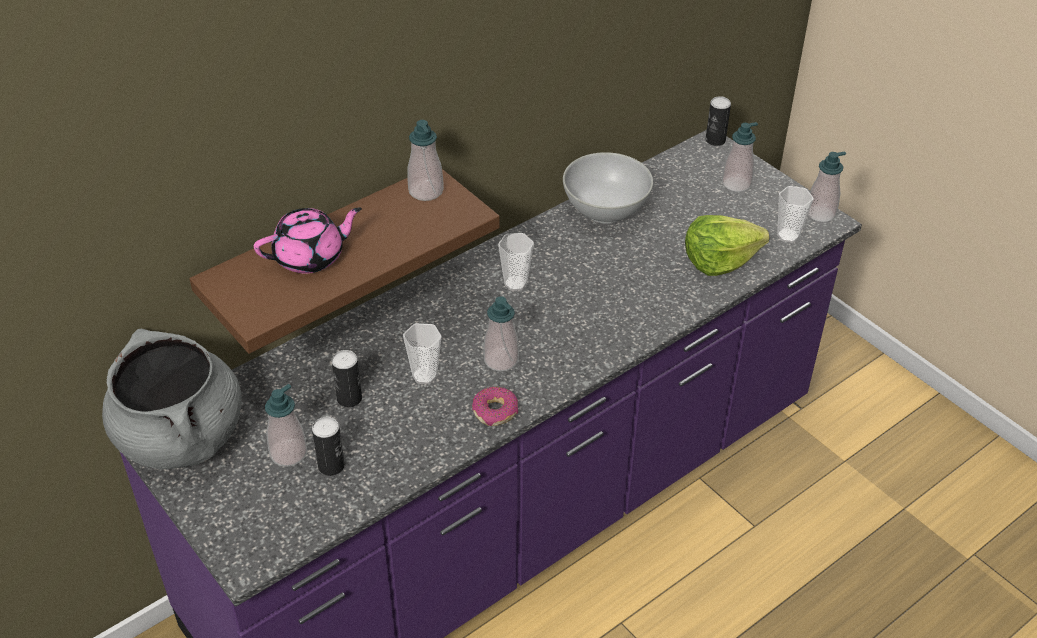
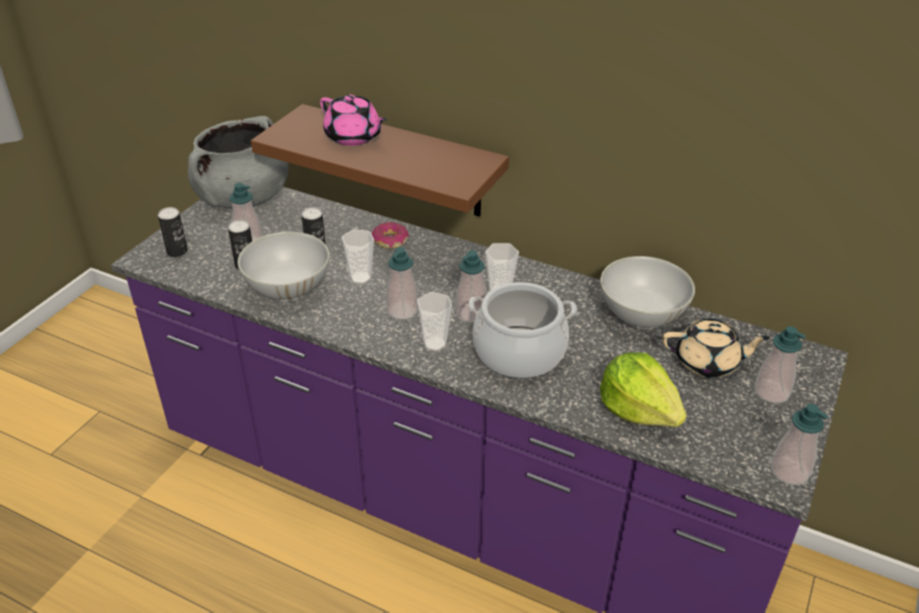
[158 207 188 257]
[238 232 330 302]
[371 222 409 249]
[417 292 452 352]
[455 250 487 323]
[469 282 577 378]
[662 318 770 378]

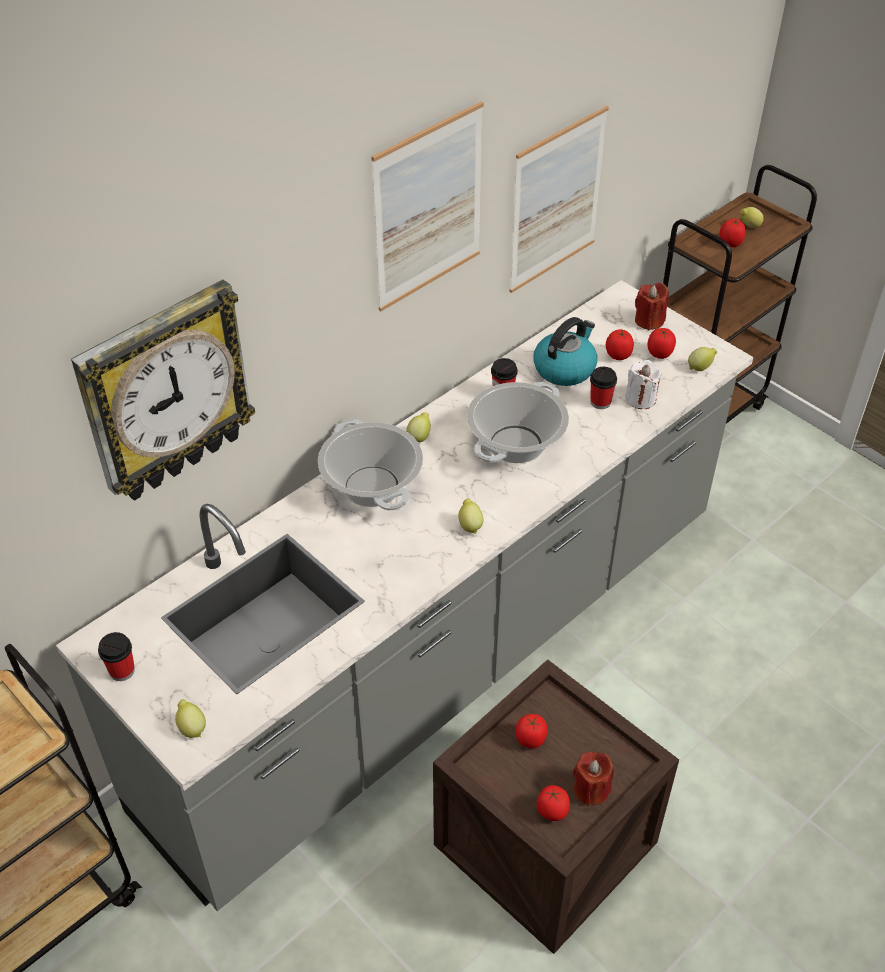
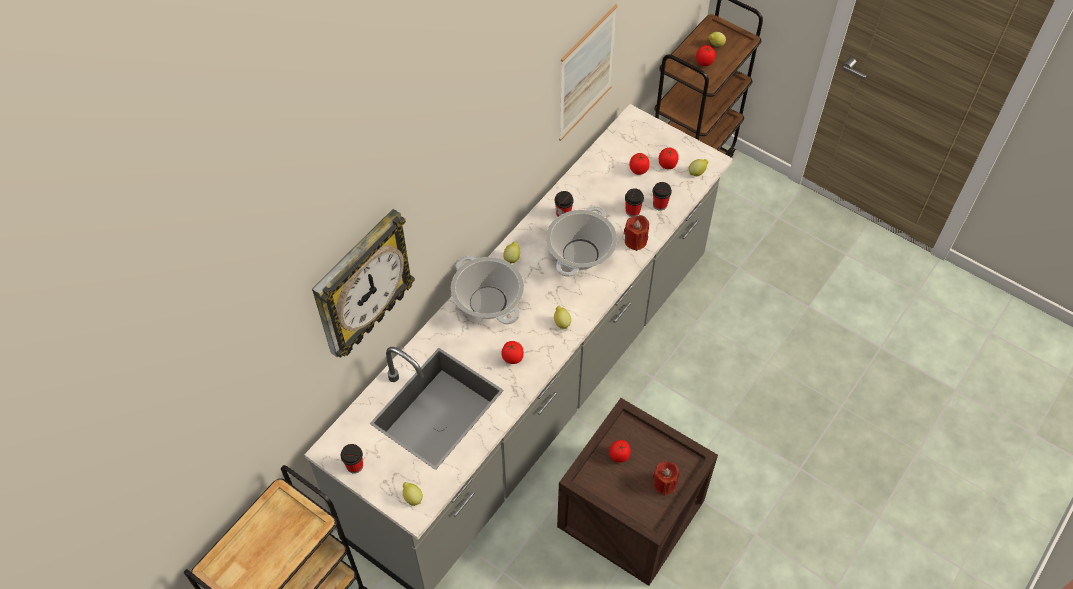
[501 341 524 364]
[624 215 649 251]
[653 182 672 211]
[371 101 484 311] (first image)
[533 317 597 386] (first image)

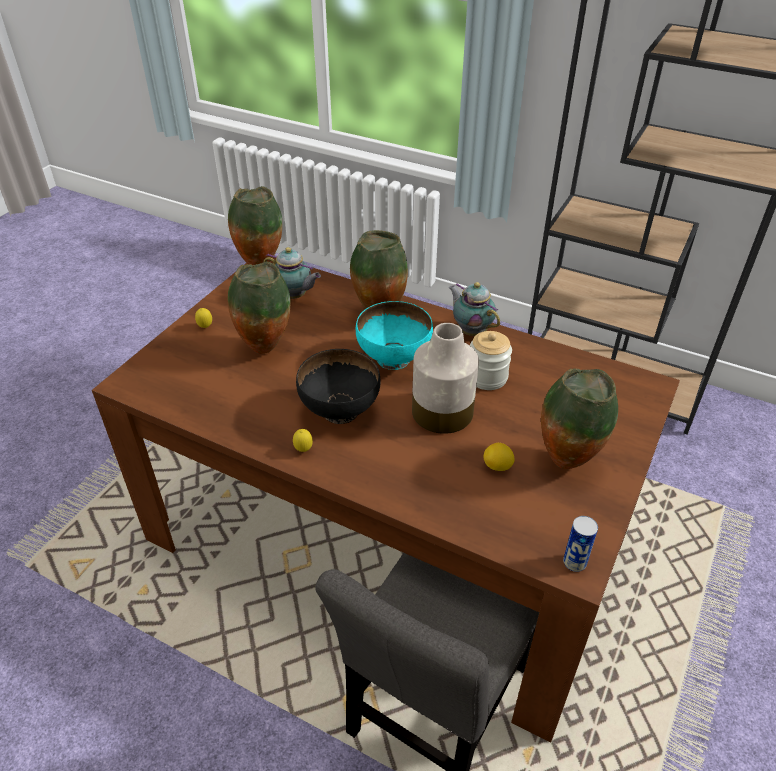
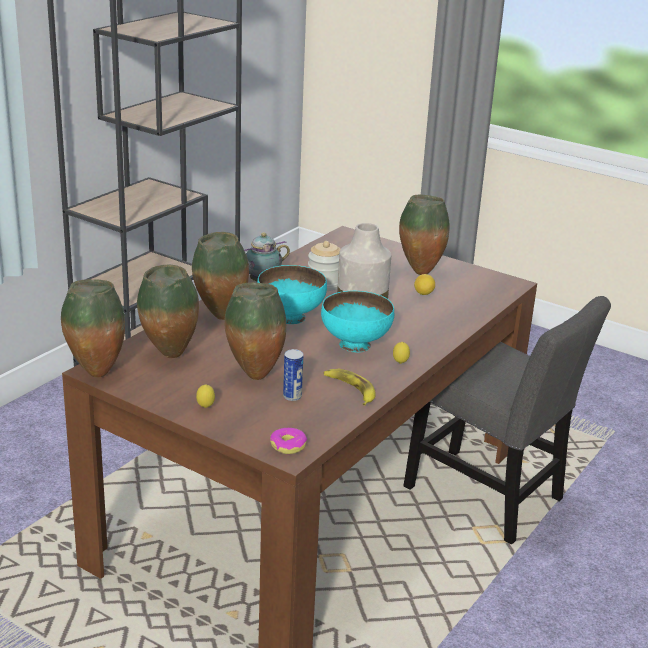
[137 265 199 358]
[270 428 307 454]
[283 349 304 401]
[321 291 394 352]
[324 369 376 406]

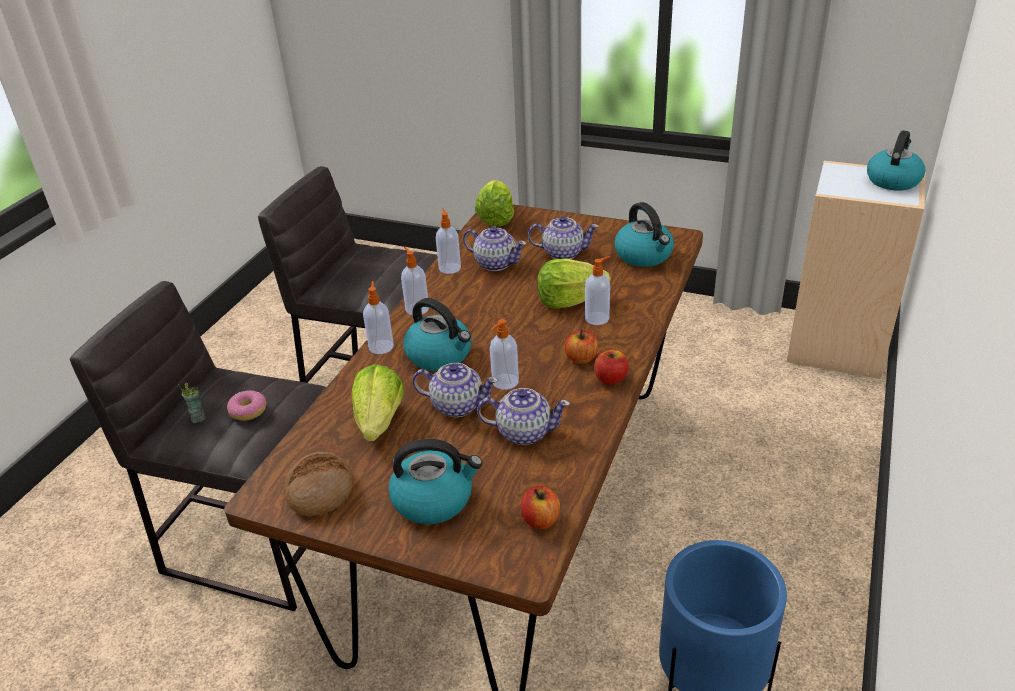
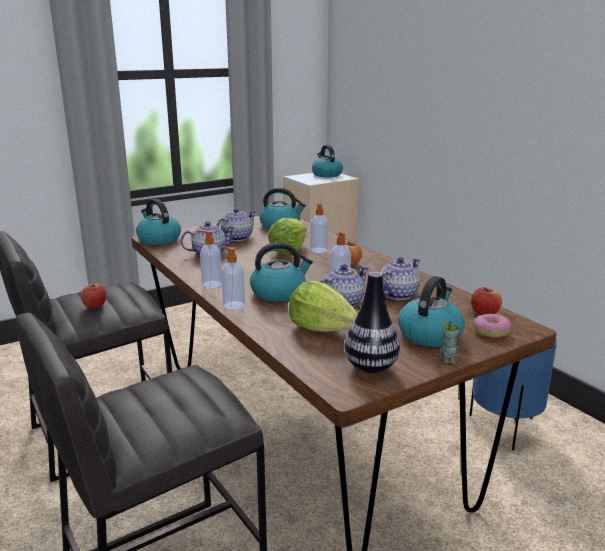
[81 284 106 309]
[136 199 181 245]
[345 272 400 373]
[441 321 461 363]
[473 314 511 338]
[436 208 461 274] (first image)

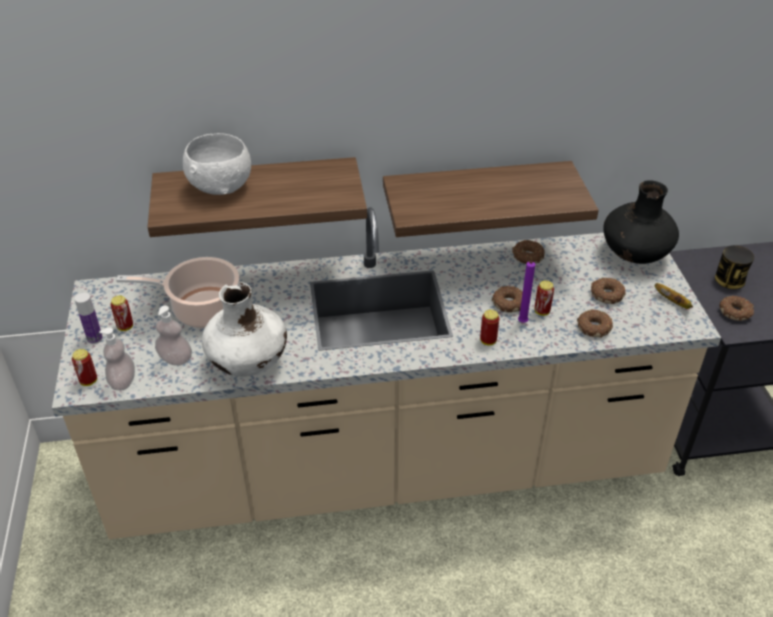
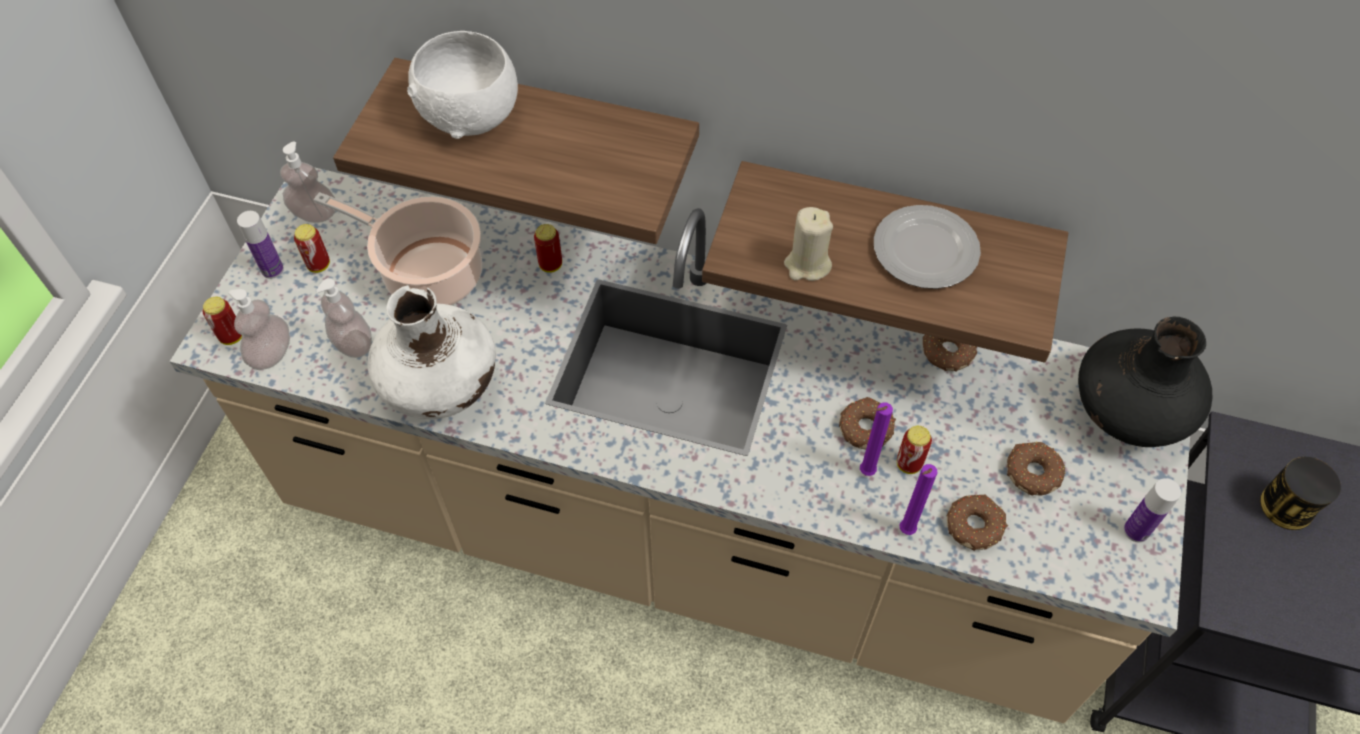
[280 141 336 223]
[534 224 562 273]
[784 207 833 281]
[874 205 981 289]
[900 464 937 535]
[1124 478 1181 542]
[719 296 754 321] (first image)

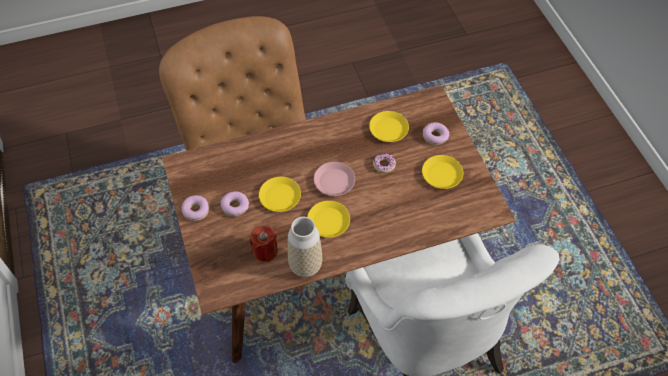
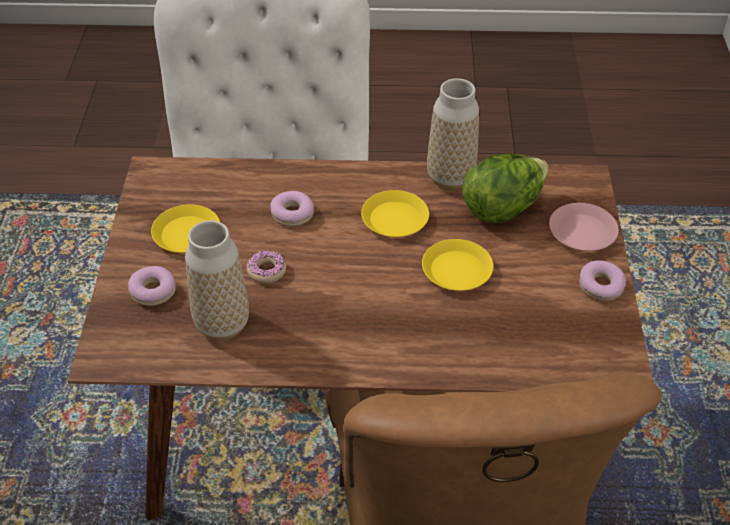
[185 220 249 340]
[270 191 314 226]
[462 154 548 223]
[549 203 619 251]

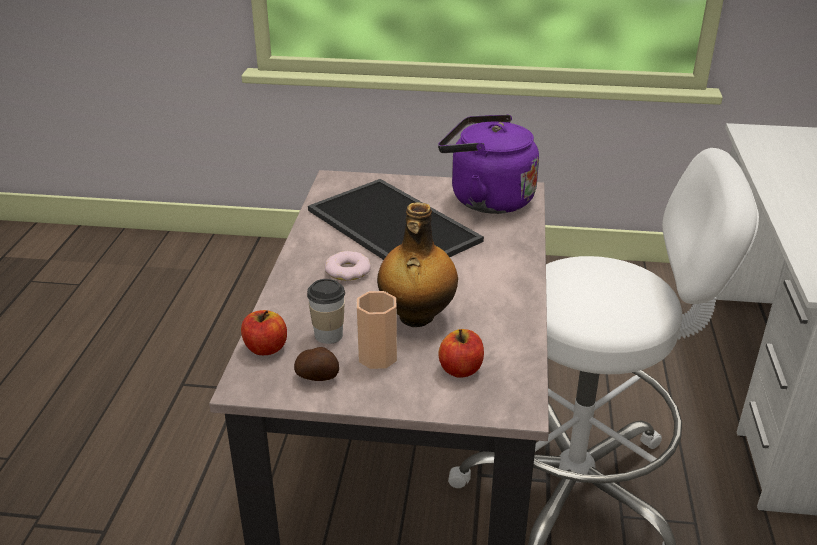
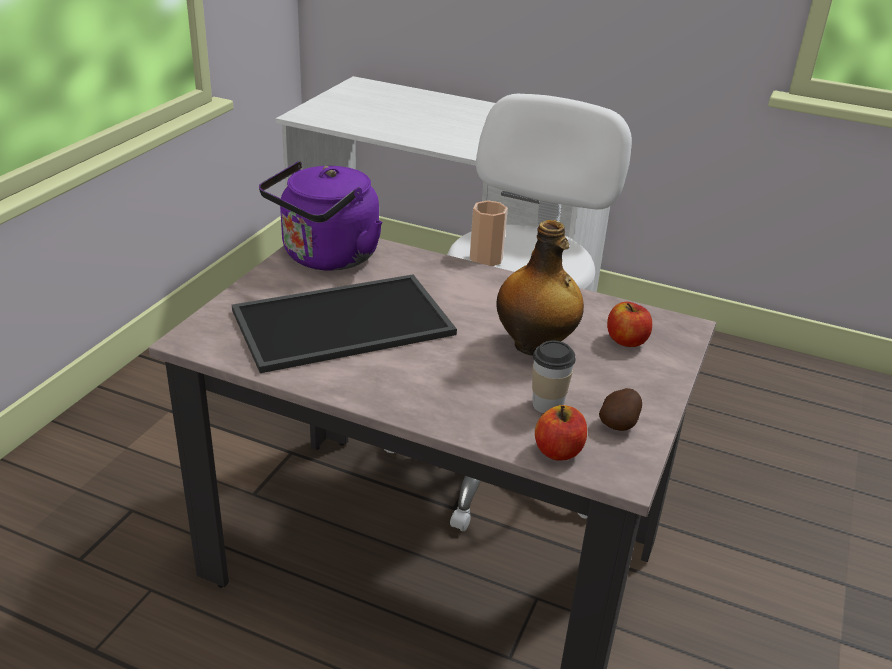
[470 200 508 266]
[325 251 371 281] (first image)

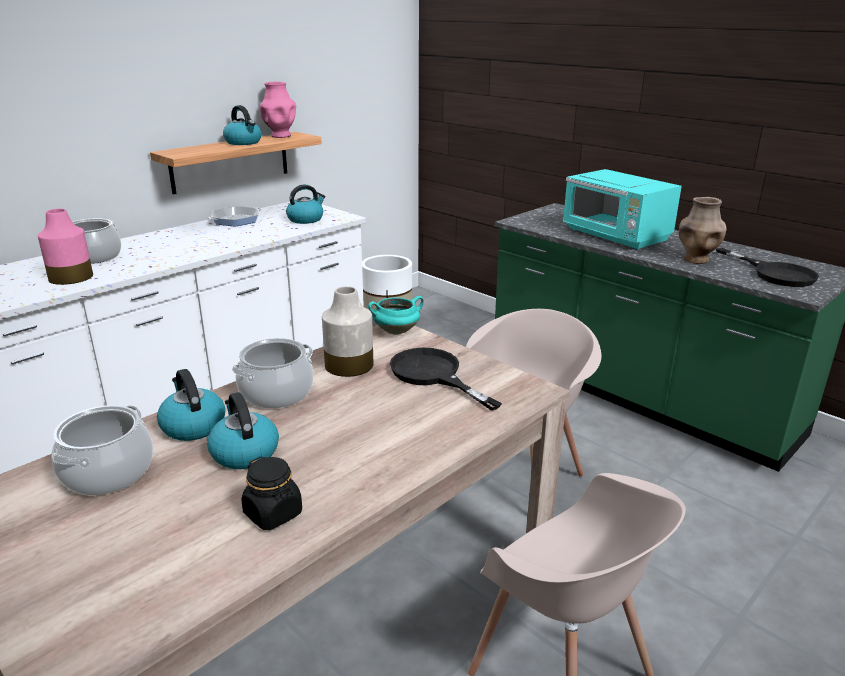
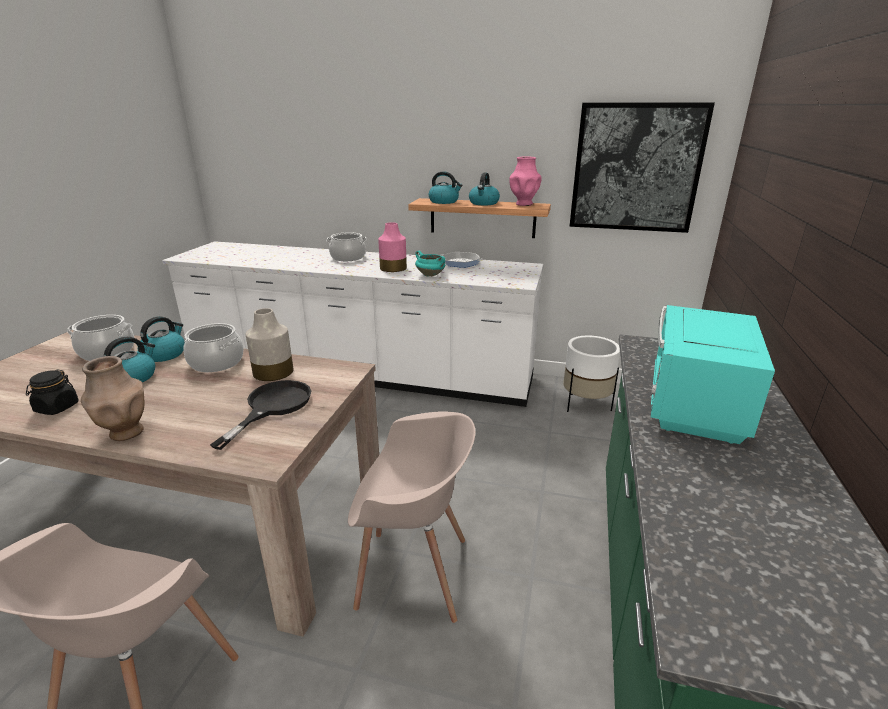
[81 356 145 441]
[378 222 407 272]
[415 251 445 277]
[429 171 463 204]
[570 102 715 233]
[716 248 819 287] (first image)

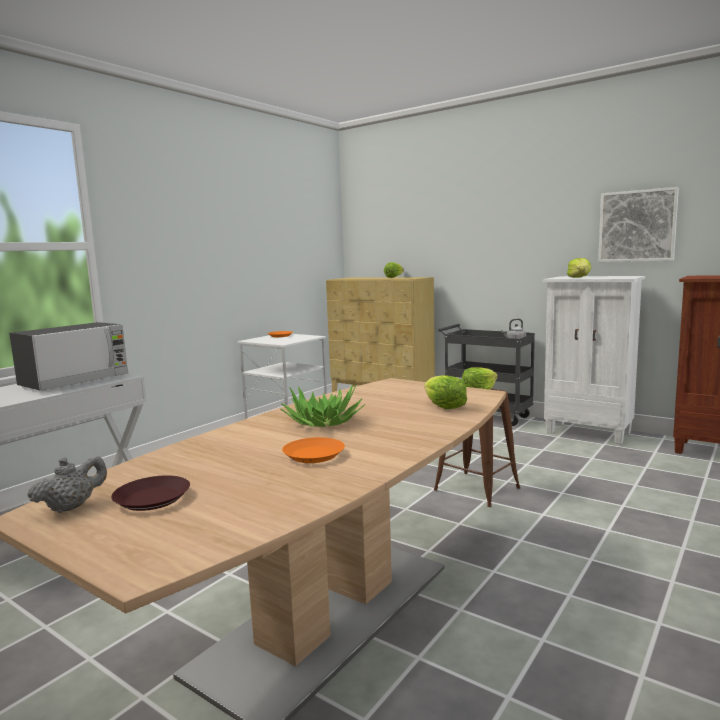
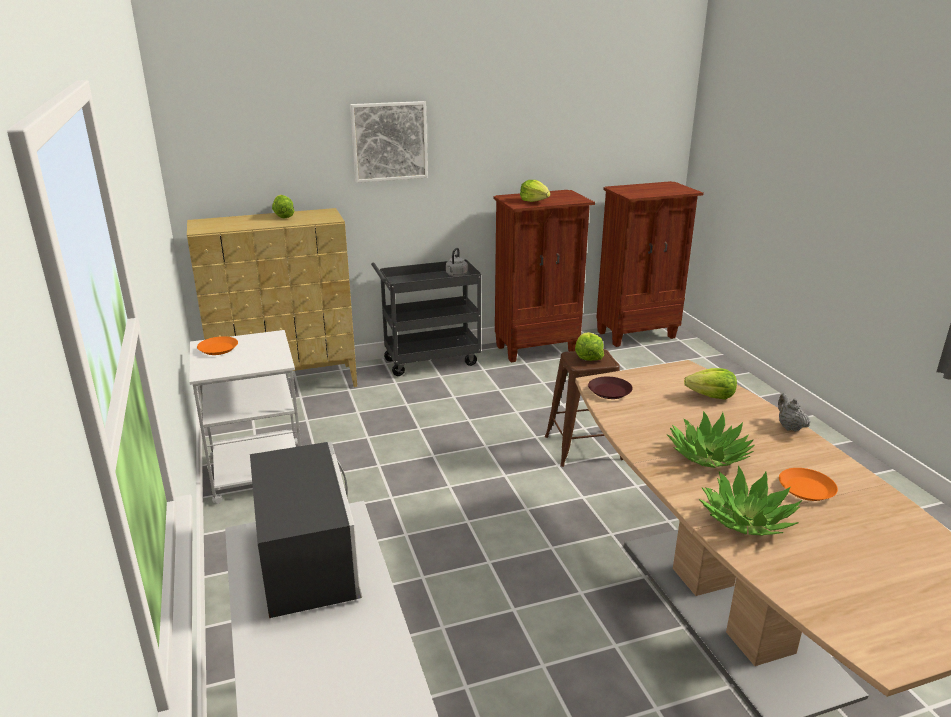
[350 101 428 183]
[493 190 595 362]
[588 377 633 399]
[699 466 803 536]
[778 393 810 432]

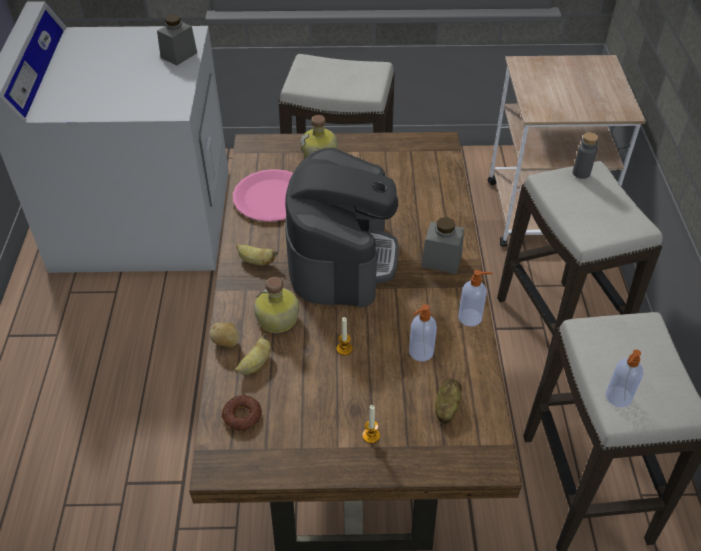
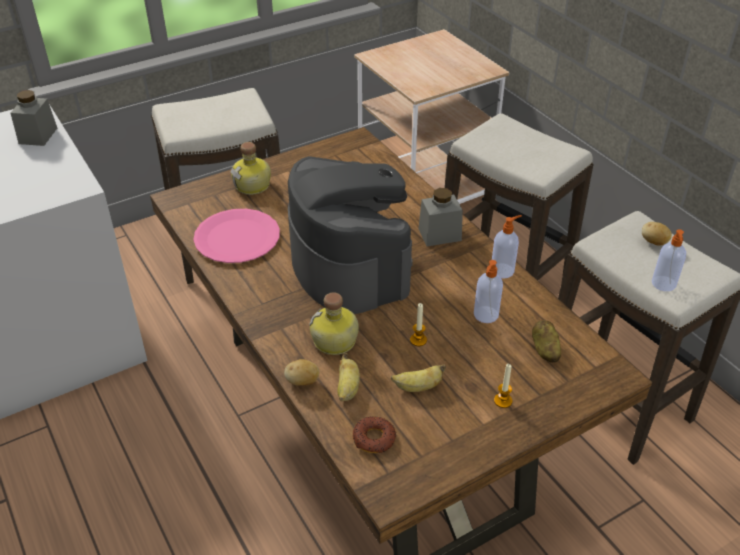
[391 364 446 392]
[642 222 672 246]
[573 132 599 179] (first image)

